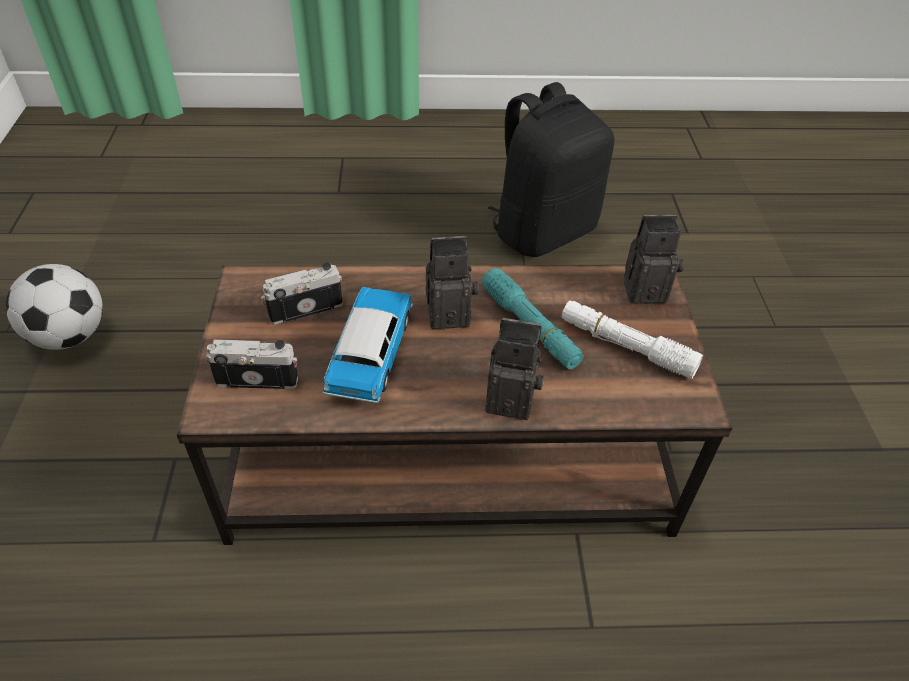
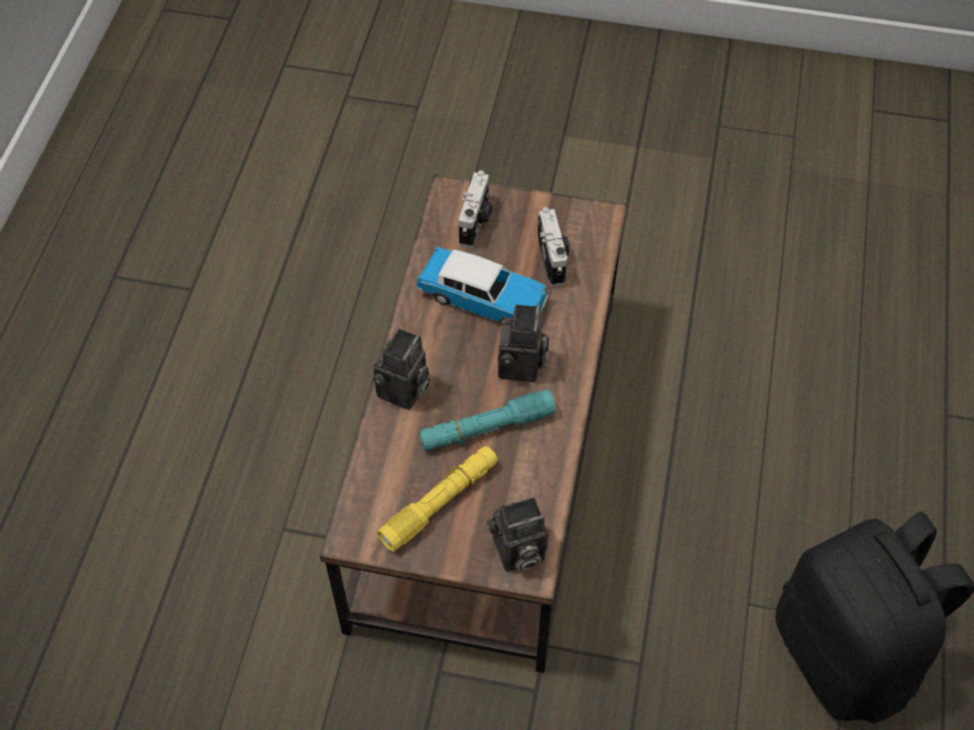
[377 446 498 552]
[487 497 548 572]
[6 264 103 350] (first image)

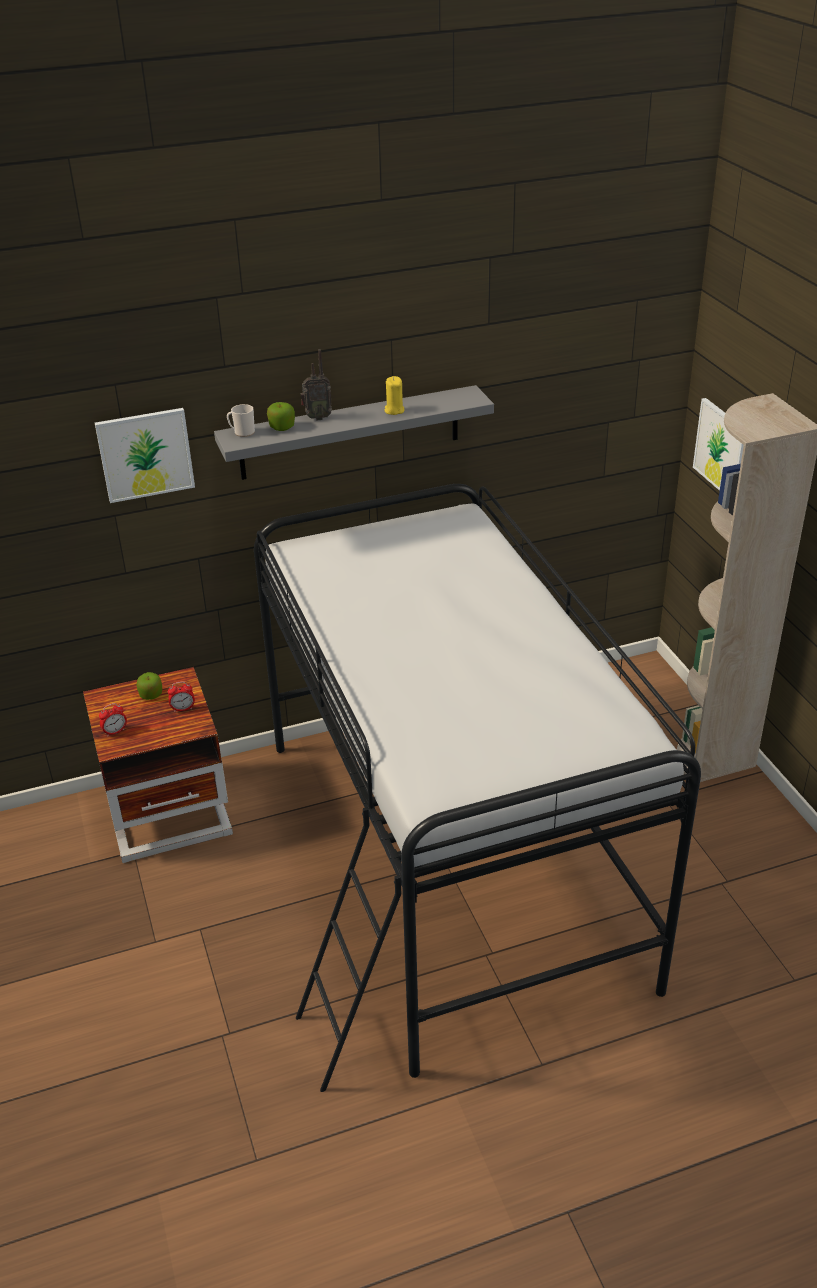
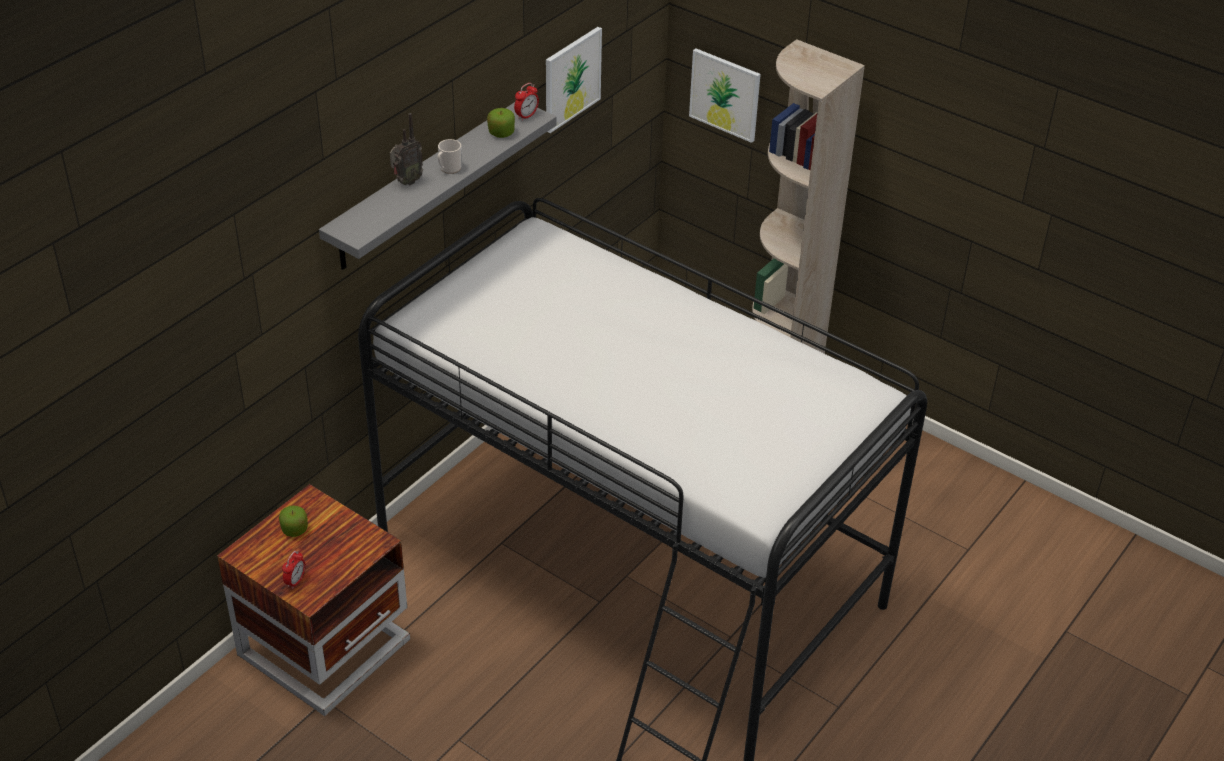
[437 139 461 174]
[487 108 515 138]
[514 83 539 121]
[546 27 602 133]
[384 376 404 415] (first image)

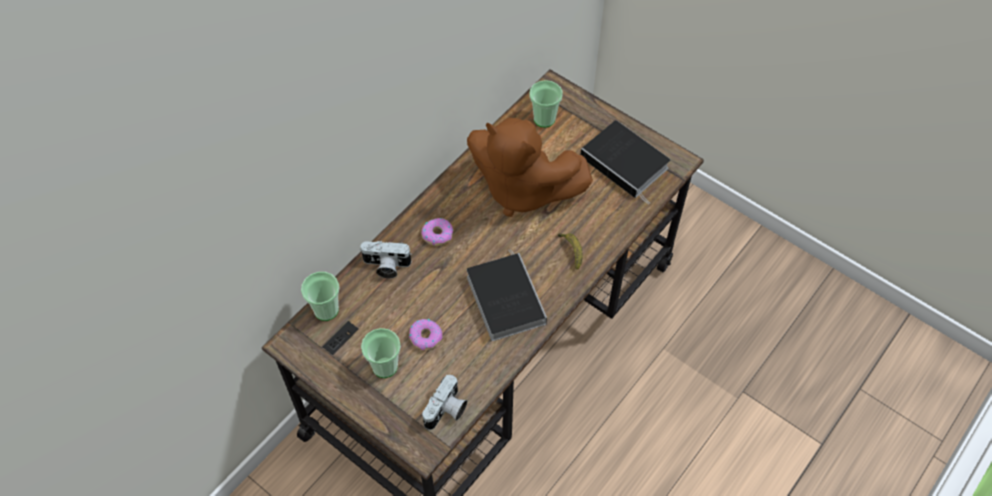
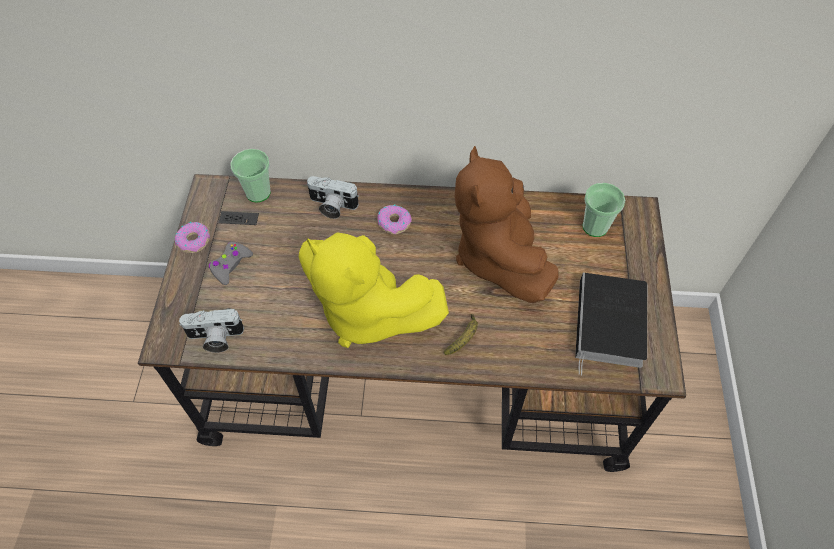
[175 222 210 253]
[209 242 253 285]
[299 233 449 348]
[306 176 359 219]

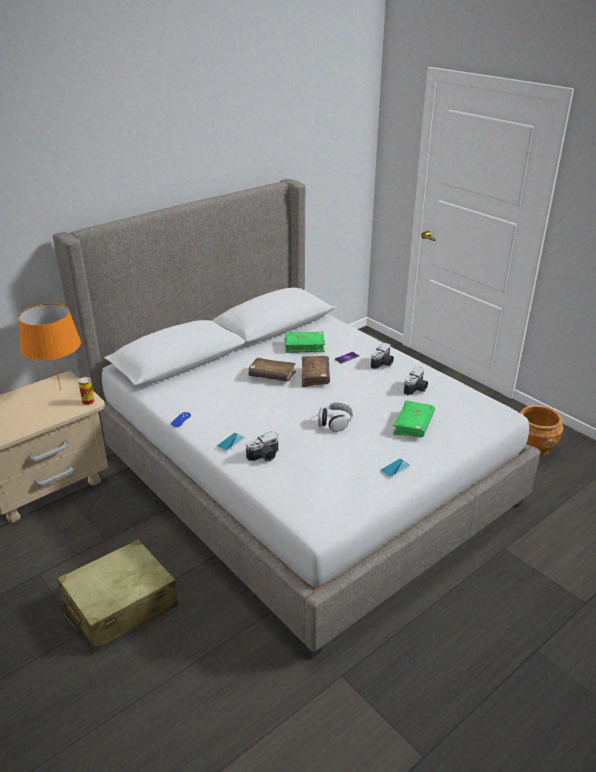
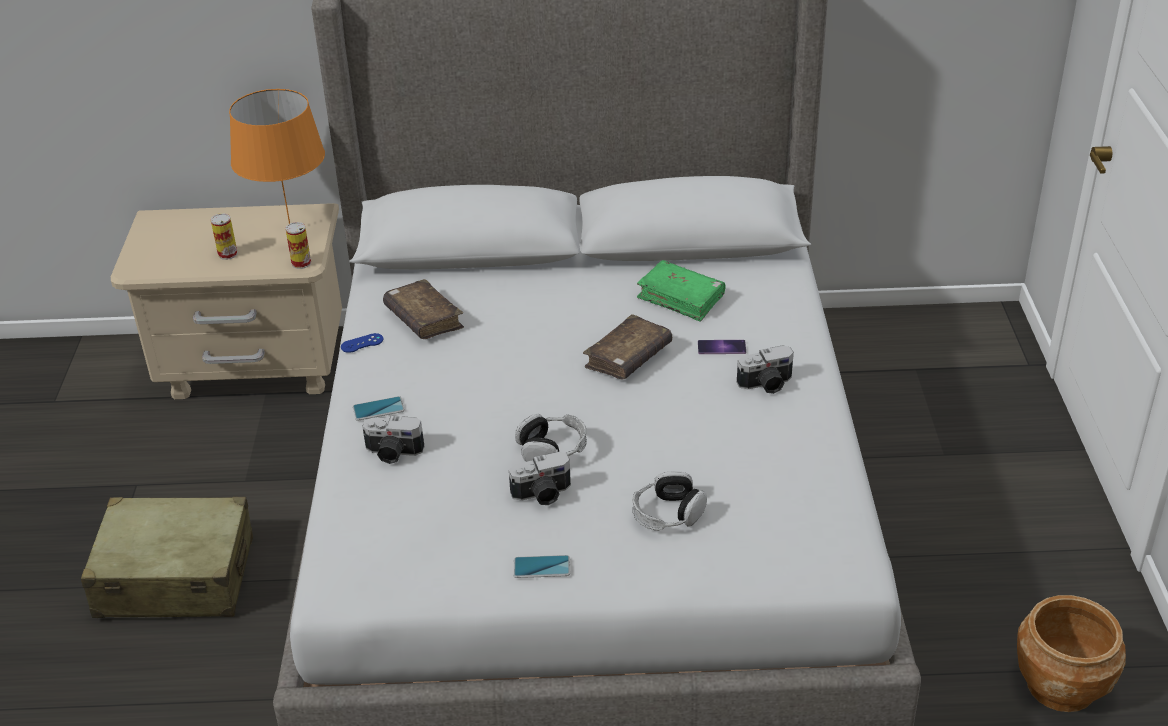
[211 213 238 260]
[383 279 464 339]
[509 452 571 505]
[632 471 707 531]

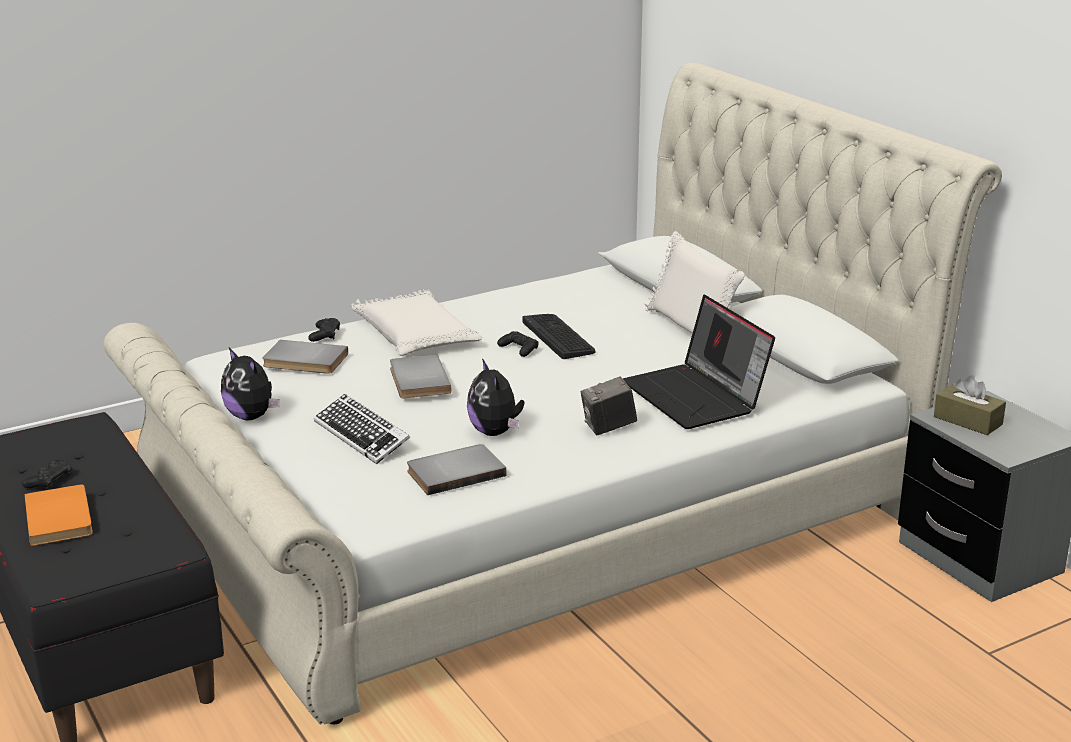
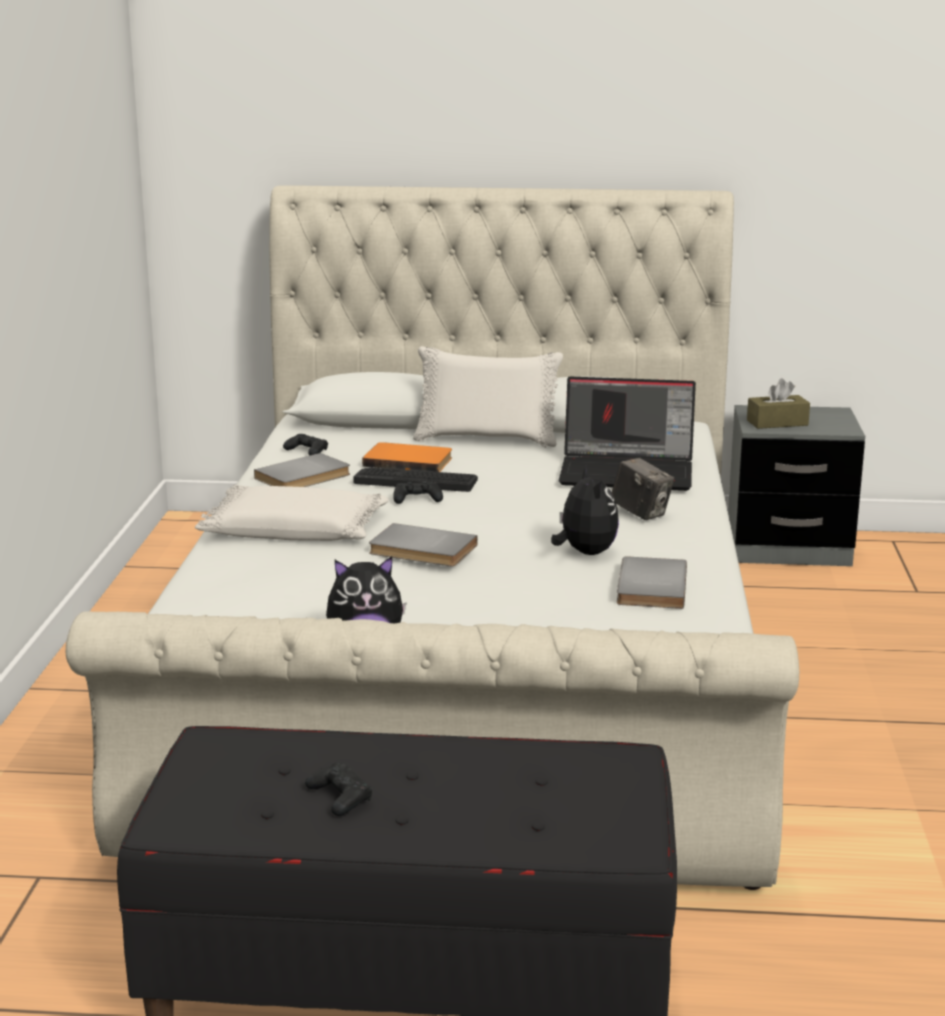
[254 453 350 487]
[283 434 328 456]
[362 442 452 472]
[551 466 619 555]
[612 458 675 520]
[314 394 410 464] (first image)

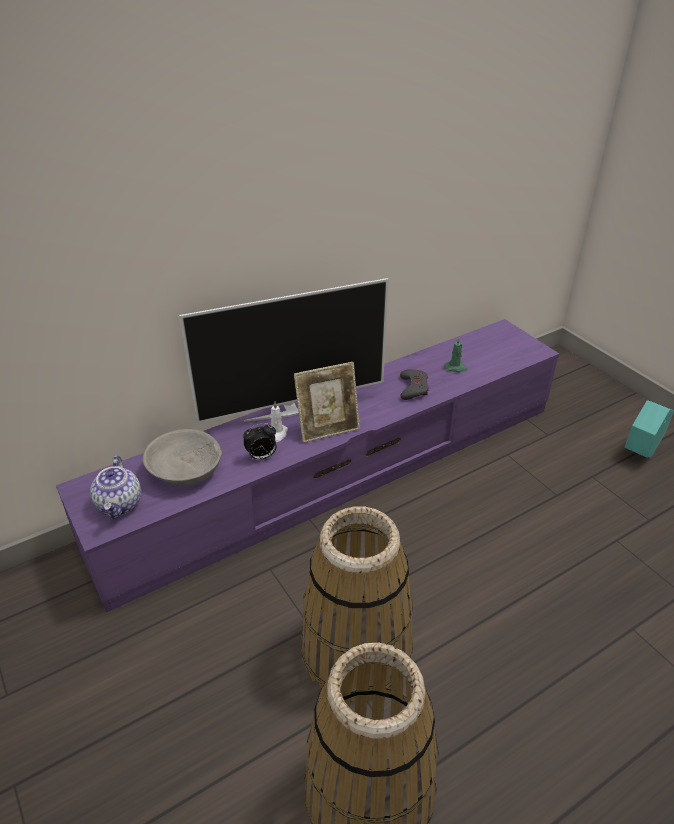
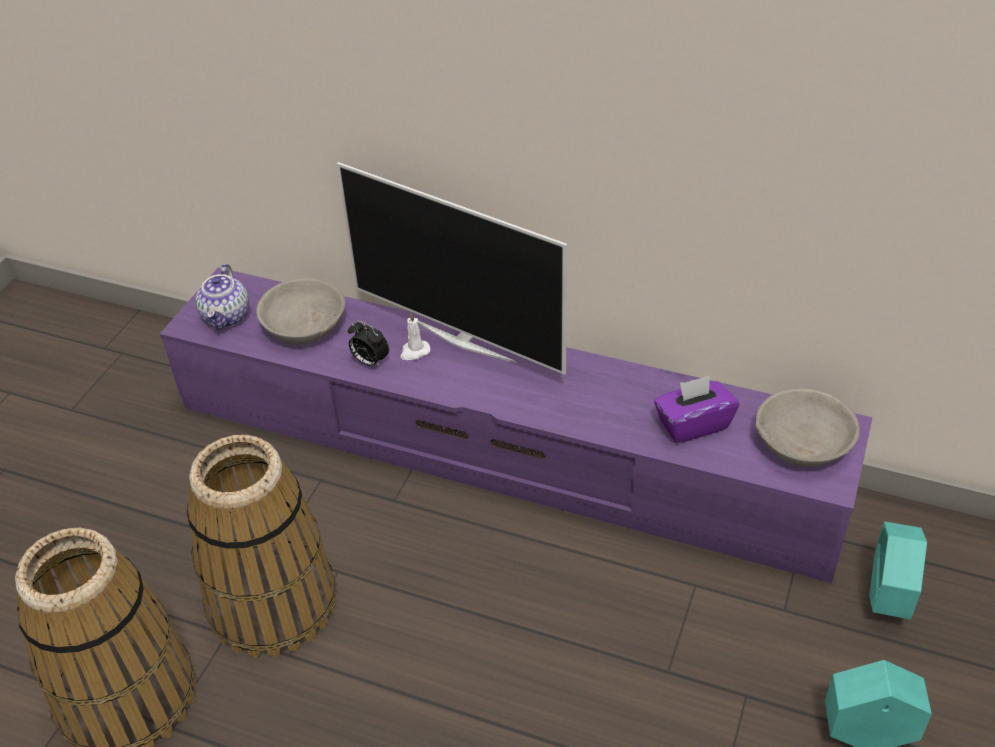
[196 264 249 330]
[654 376 739 443]
[755 388 860 467]
[869 521 927 620]
[294 362 360 443] (first image)
[400 369 429 400] (first image)

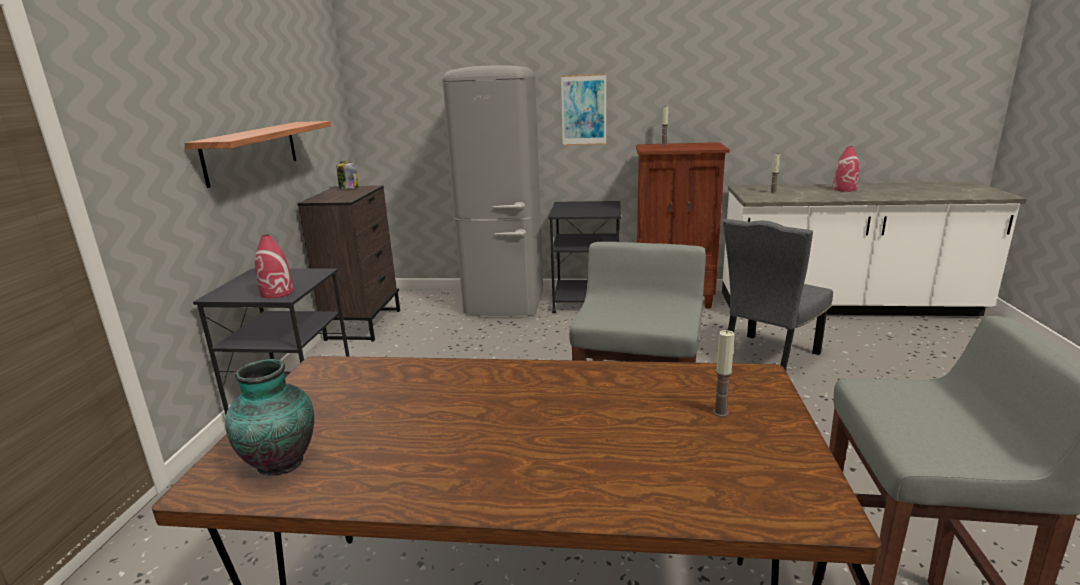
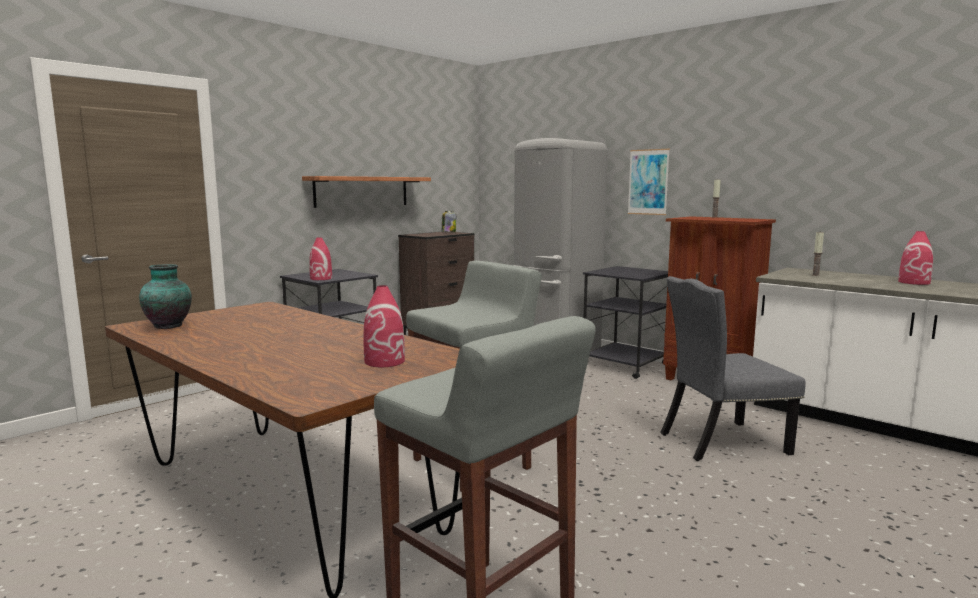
[363 285 405 367]

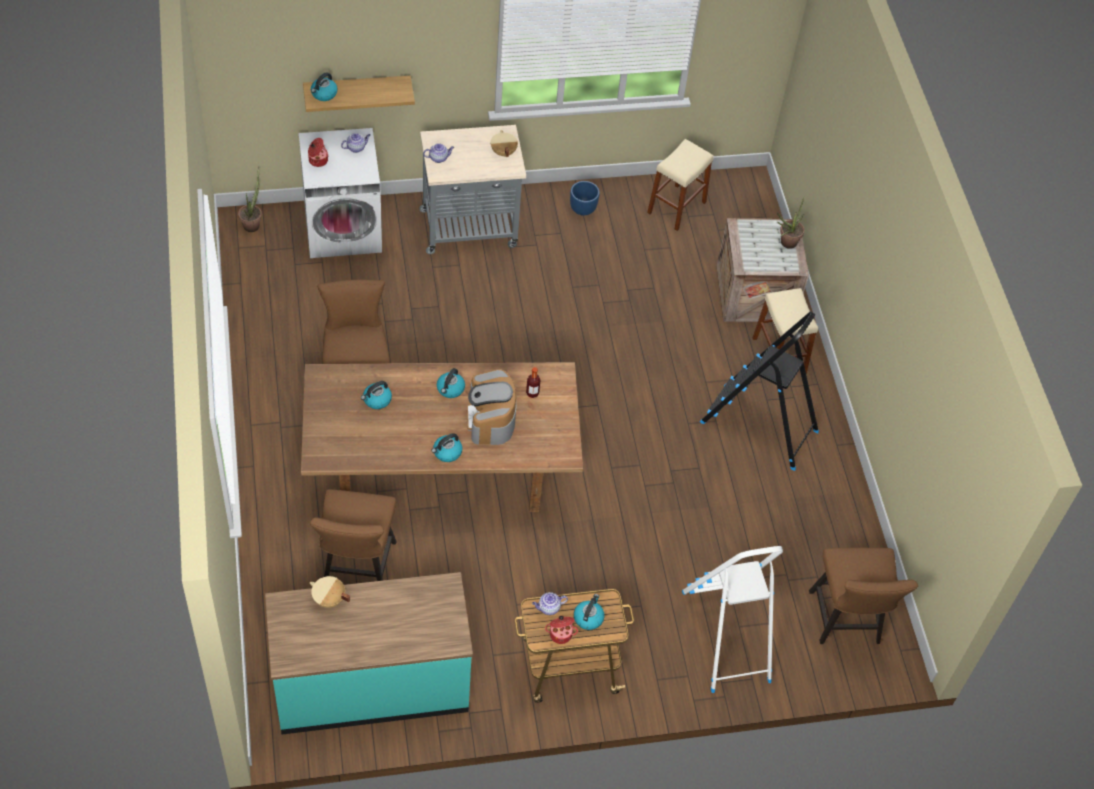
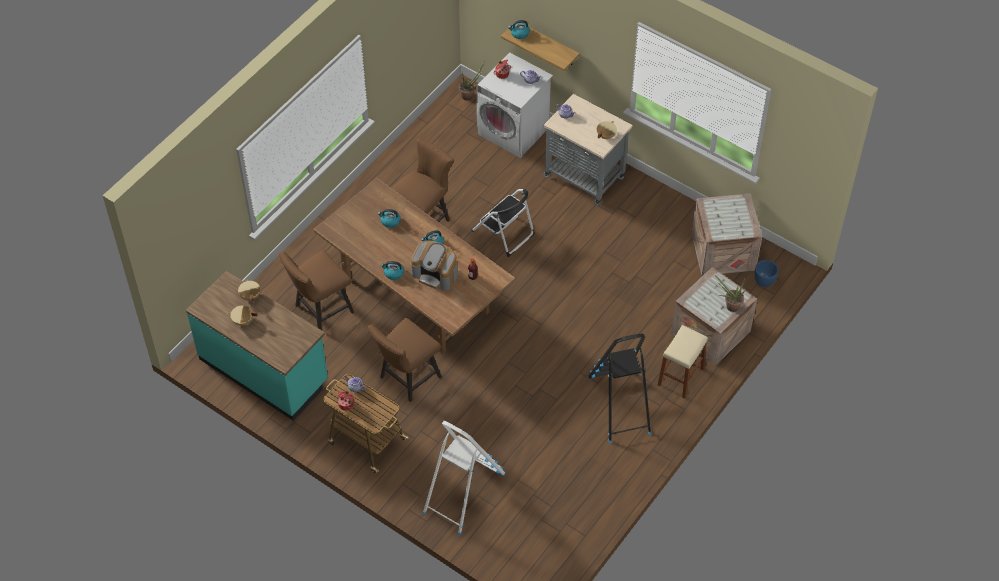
[228 305 257 325]
[368 318 442 402]
[411 241 457 291]
[472 189 535 257]
[691 193 762 276]
[754 260 778 287]
[574 594 604 630] (first image)

